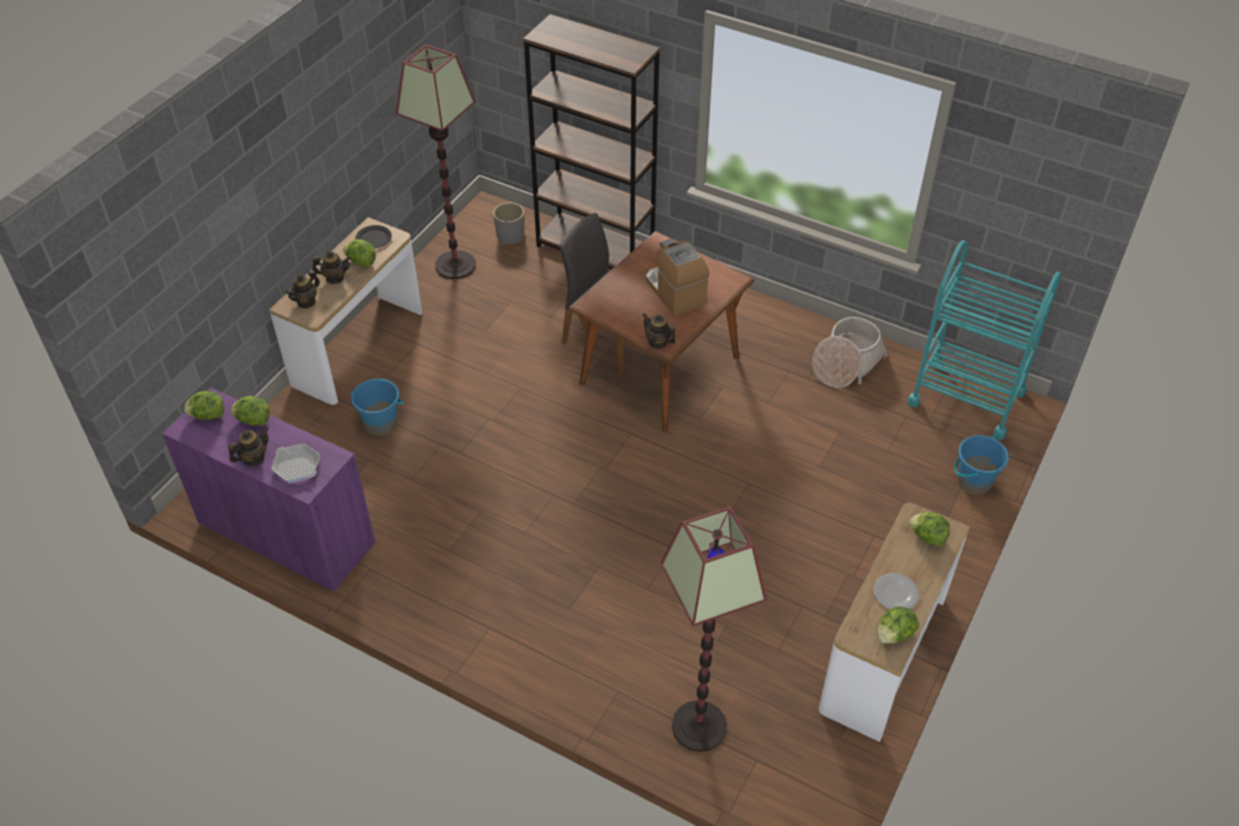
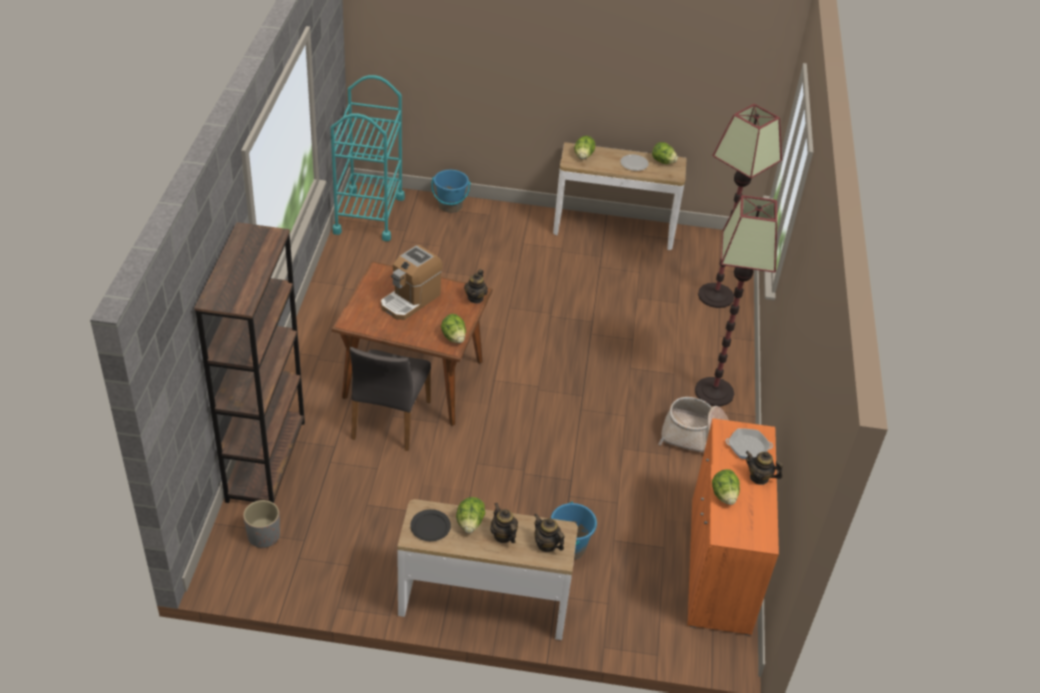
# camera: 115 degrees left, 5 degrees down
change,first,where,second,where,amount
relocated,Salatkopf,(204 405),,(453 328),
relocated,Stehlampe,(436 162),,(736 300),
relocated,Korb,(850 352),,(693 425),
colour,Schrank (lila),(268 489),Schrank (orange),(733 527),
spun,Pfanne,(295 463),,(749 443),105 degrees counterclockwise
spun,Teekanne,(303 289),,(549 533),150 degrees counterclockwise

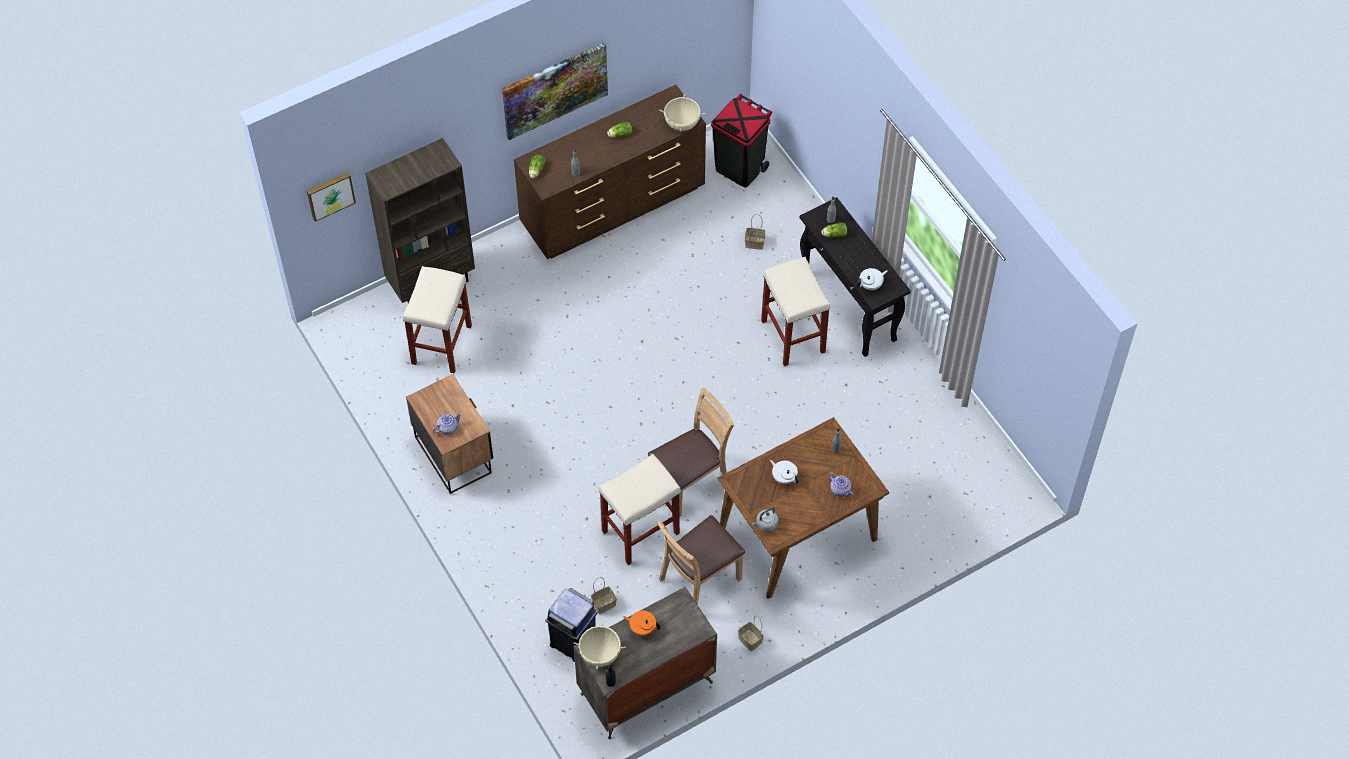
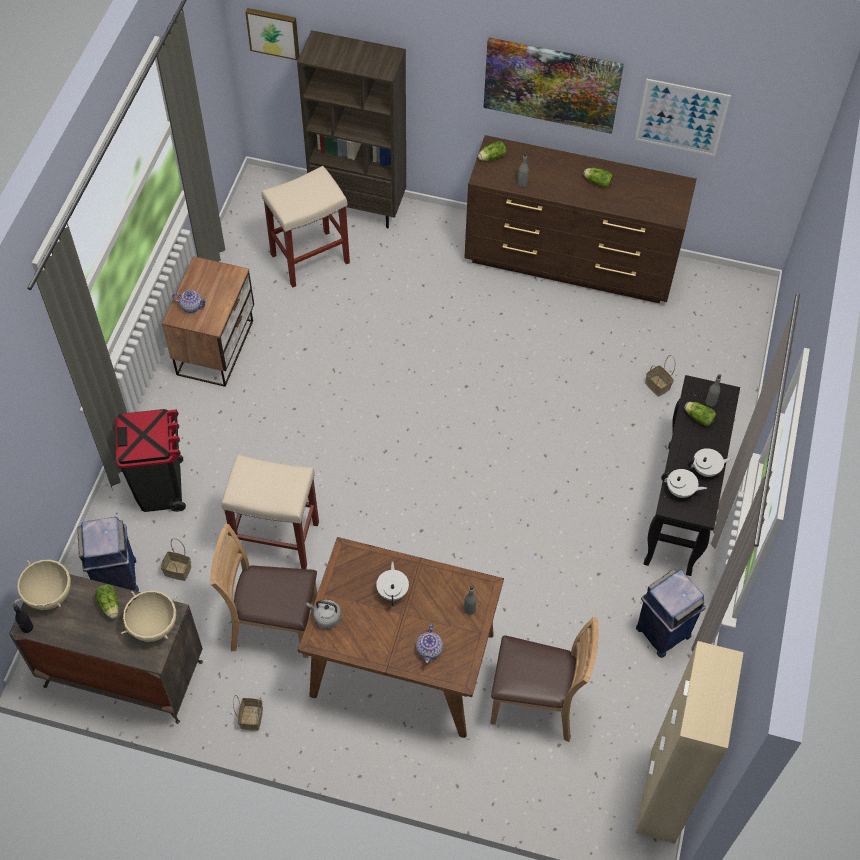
# camera: 45 degrees right, 0 degrees up
change,first,where,second,where,amount
missing,Hocker (beige),(796 311),,,
appeared,,,Bild,(683 117),
appeared,,,Schrank (beige),(689 742),
appeared,,,Mülleimer (blau),(670 613),
appeared,,,Teekanne (weiß),(710 462),
relocated,Stuhl (braun),(691 452),,(544 679),
relocated,Kochtopf (beige),(682 113),,(149 616),
relocated,Mülleimer (schwarz),(741 140),,(151 460),
exchanged,Teekanne (orange),(642 623),Salatkopf,(107 601),

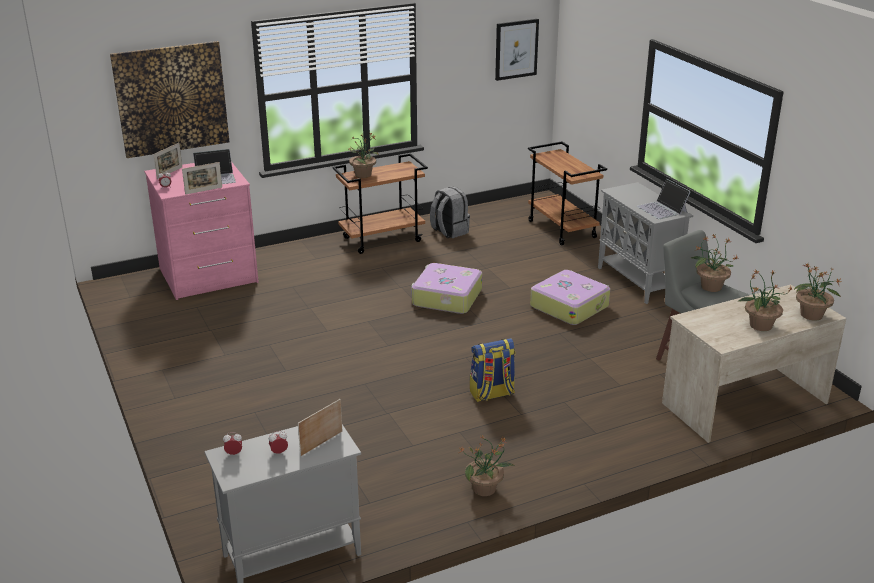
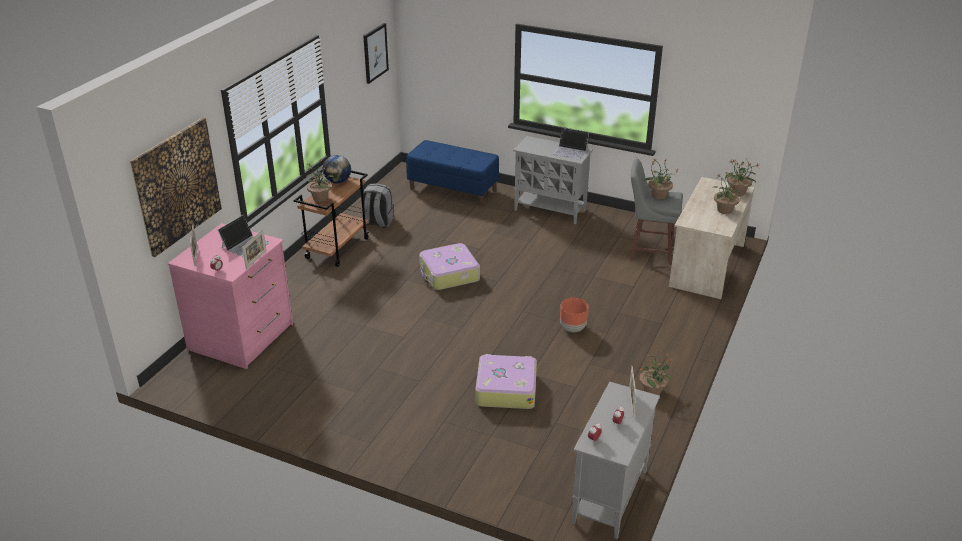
# camera: 40 degrees left, 5 degrees up
change,first,where,second,where,amount
appeared,,,Globus,(337 169),
relocated,Koffer,(570 297),,(506 381),
exchanged,Rucksack,(492 370),Pflanzkübel (braun),(574 315),
exchanged,Rollwagen (braun),(567 193),Bank (blau),(452 173),

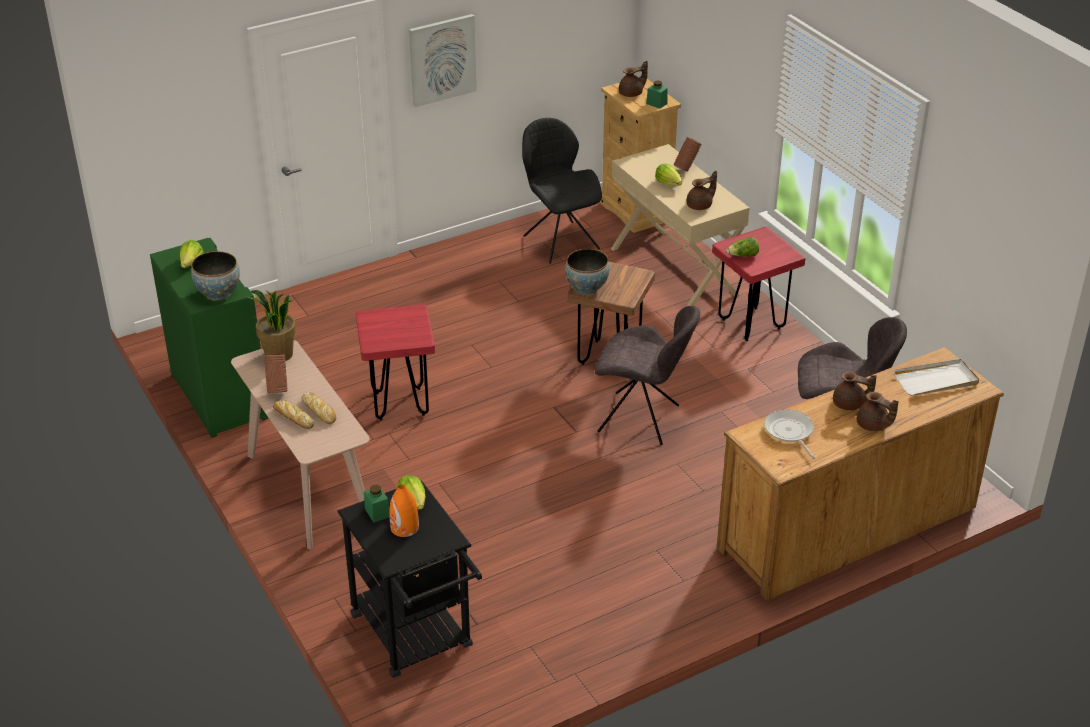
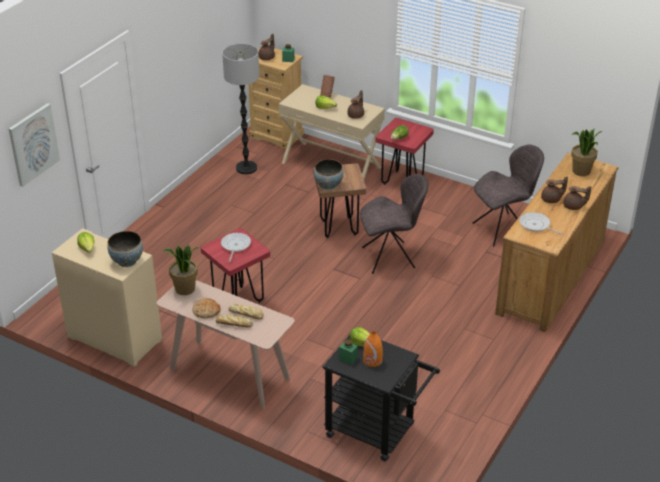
# camera: 30 degrees left, 0 degrees up
change,first,where,second,where,amount
appeared,,,Pfanne,(236 248),
relocated,Bild,(443 60),,(34 145),
exchanged,Vase (braun),(276 373),Brot,(206 308),
exchanged,Stuhl (schwarz),(562 191),Stehlampe,(240 109),
exchanged,Tablett (weiß),(936 377),Topfpflanze,(586 152),
colour,Schrank (grün),(209 338),Schrank (beige),(107 297),

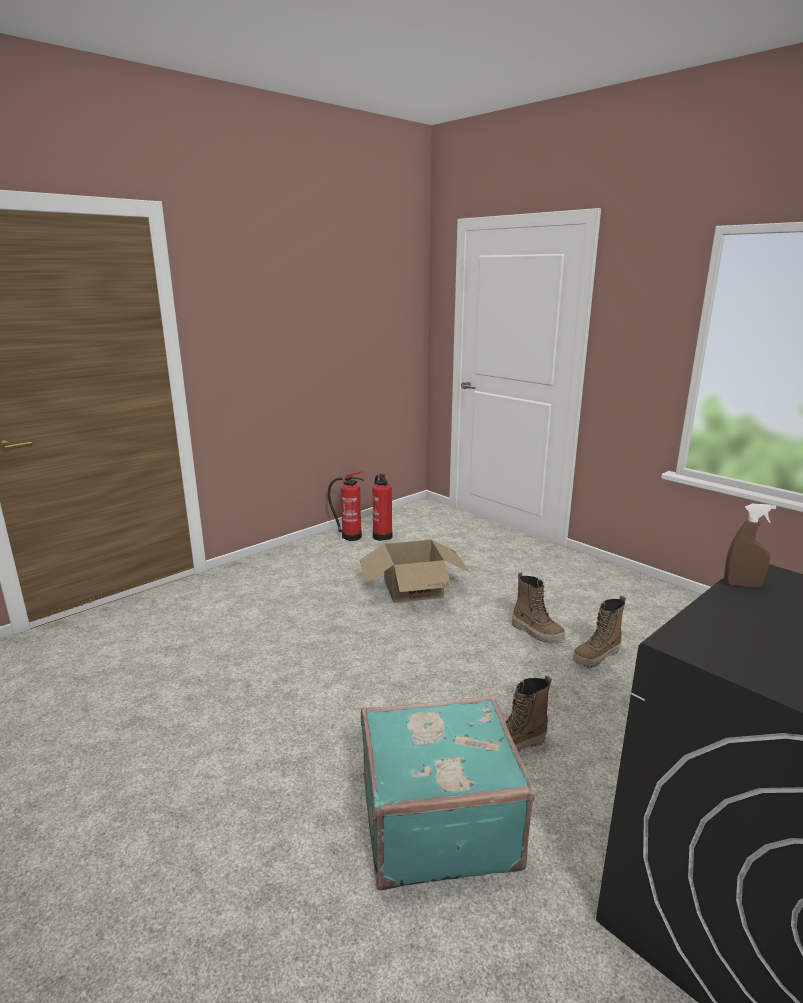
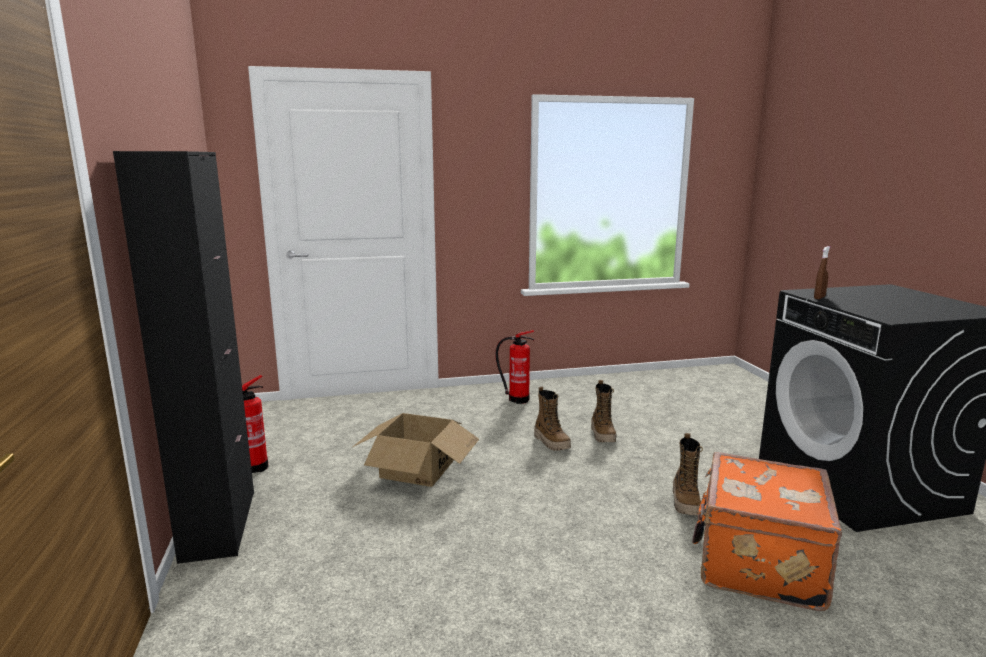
# camera: 60 degrees left, 5 degrees down
change,first,where,second,where,amount
appeared,,,Schrank (schwarz),(183 357),
relocated,Feuerlöscher,(382 507),,(514 367),
colour,Koffer (türkis),(448 792),Koffer (orange),(767 531),
spun,Stiefel,(538 608),,(552 419),75 degrees clockwise

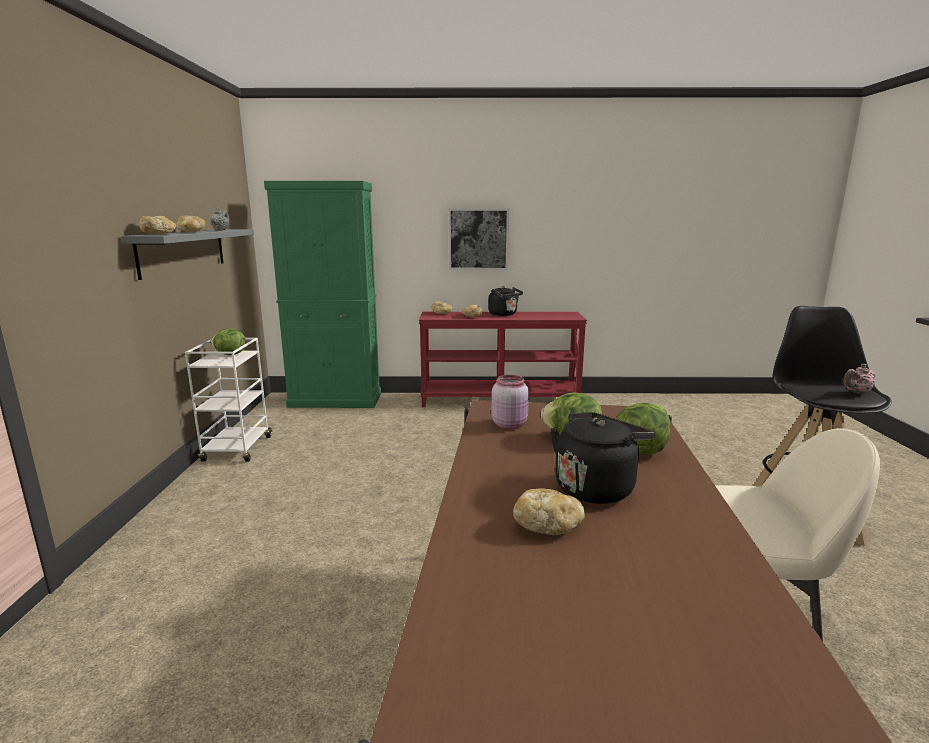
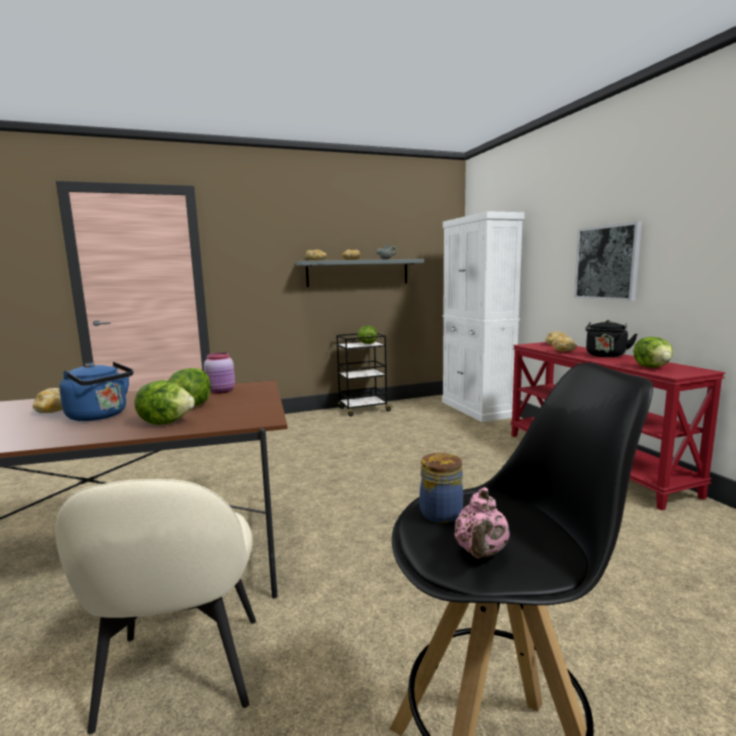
# camera: 70 degrees right, 5 degrees down
change,first,where,second,where,amount
appeared,,,Vorratsglas,(441 488),
appeared,,,Salatkopf,(653 352),
colour,Rollwagen (weiß),(228 400),Rollwagen (schwarz),(364 374),
colour,Schrank (grün),(322 294),Schrank (weiß),(483 316),
colour,Wasserkessel (schwarz),(603 458),Wasserkessel (blau),(96 391),
spun,Teekanne (rosa),(859 379),,(482 523),120 degrees counterclockwise

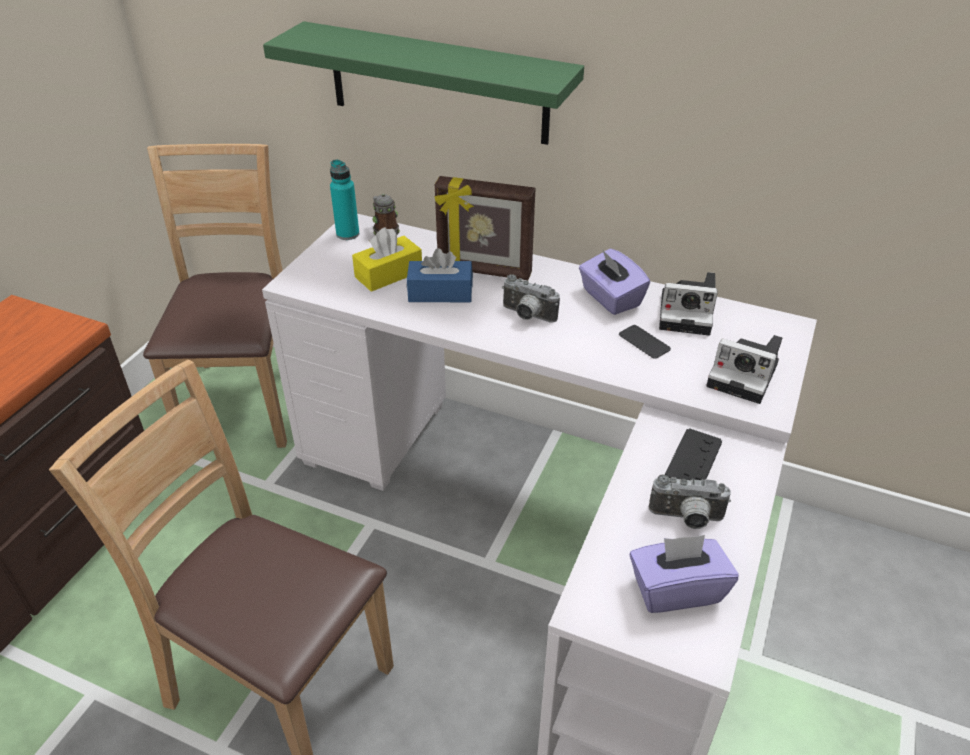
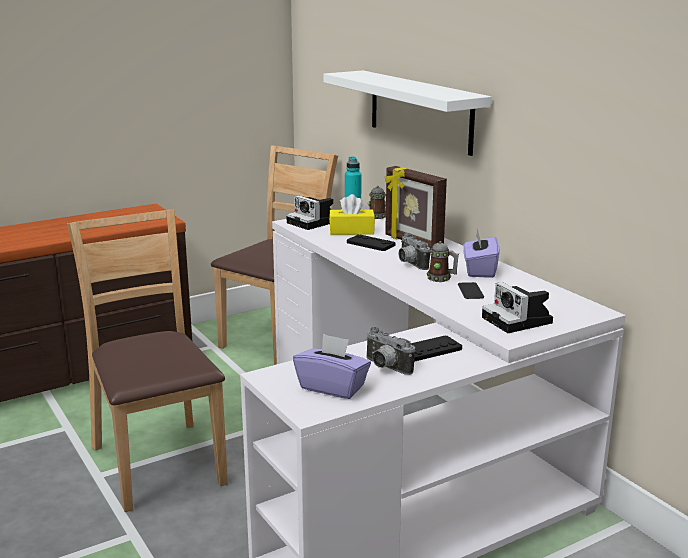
# camera: 35 degrees right, 20 degrees down
change,first,where,second,where,amount
appeared,,,Henkelbecher,(443 261),
relocated,Kamera,(688 304),,(309 212),
exchanged,Taschentuchbox (blau),(440 275),Gamepad (schwarz),(371 243),
colour,Wandregal (grün),(423 83),Wandregal (weiß),(407 113),

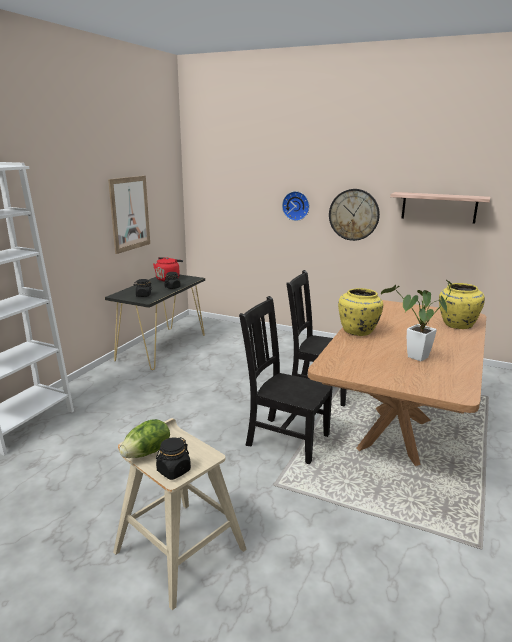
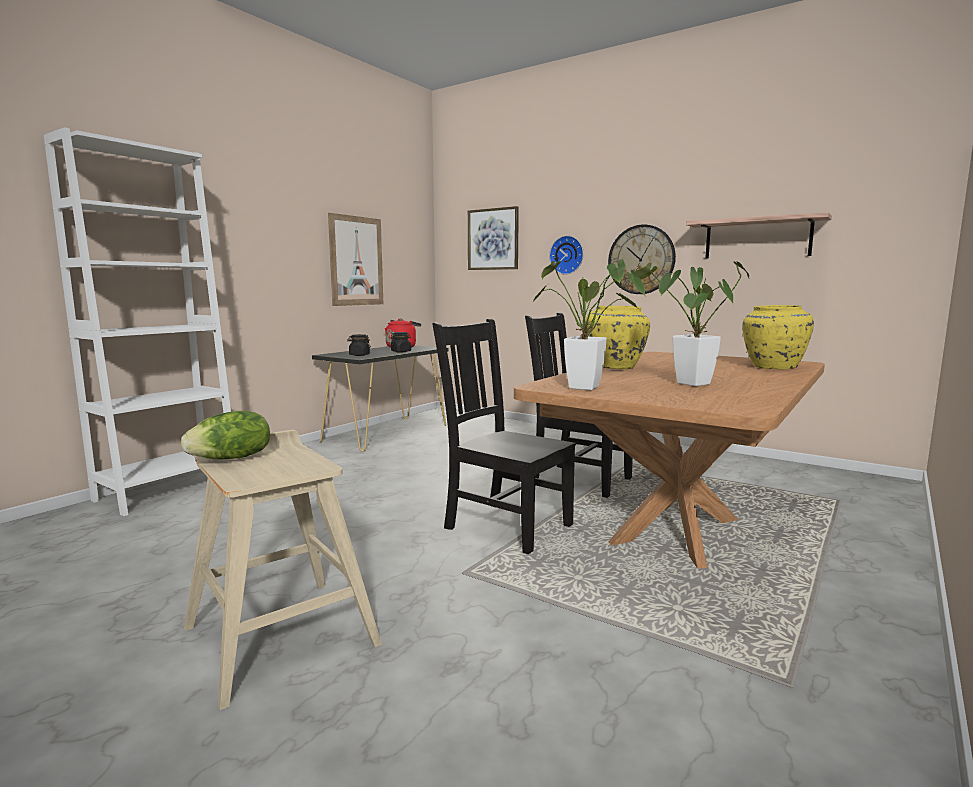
# camera: 10 degrees right, 10 degrees down
change,first,where,second,where,amount
missing,Vorratsglas (schwarz),(173 458),,,
appeared,,,Bild,(493 238),
appeared,,,Topfpflanze,(589 324),

